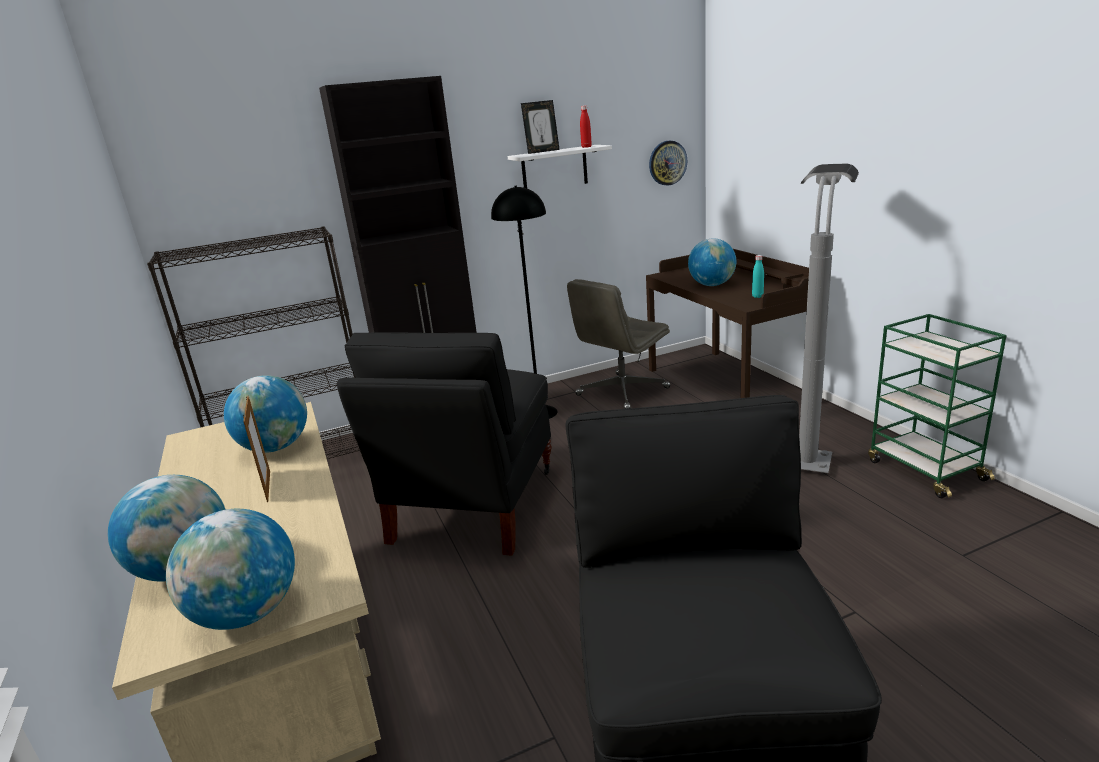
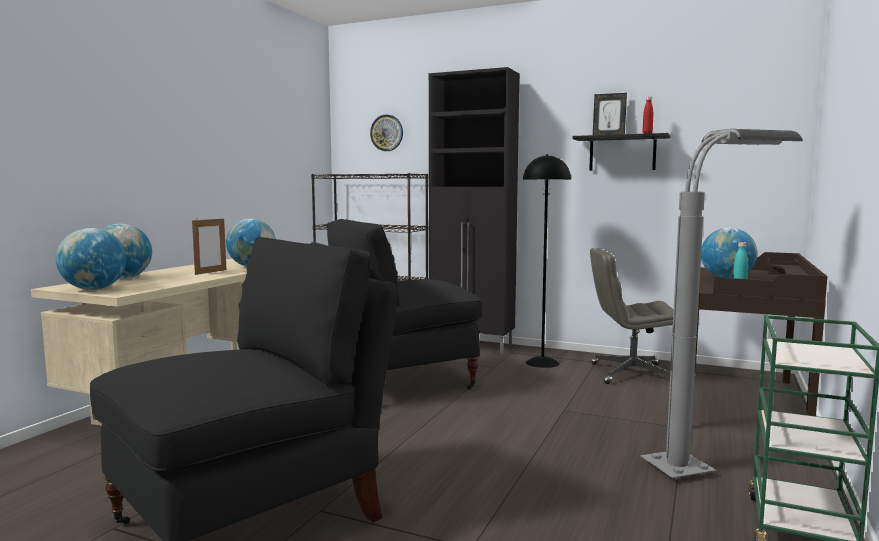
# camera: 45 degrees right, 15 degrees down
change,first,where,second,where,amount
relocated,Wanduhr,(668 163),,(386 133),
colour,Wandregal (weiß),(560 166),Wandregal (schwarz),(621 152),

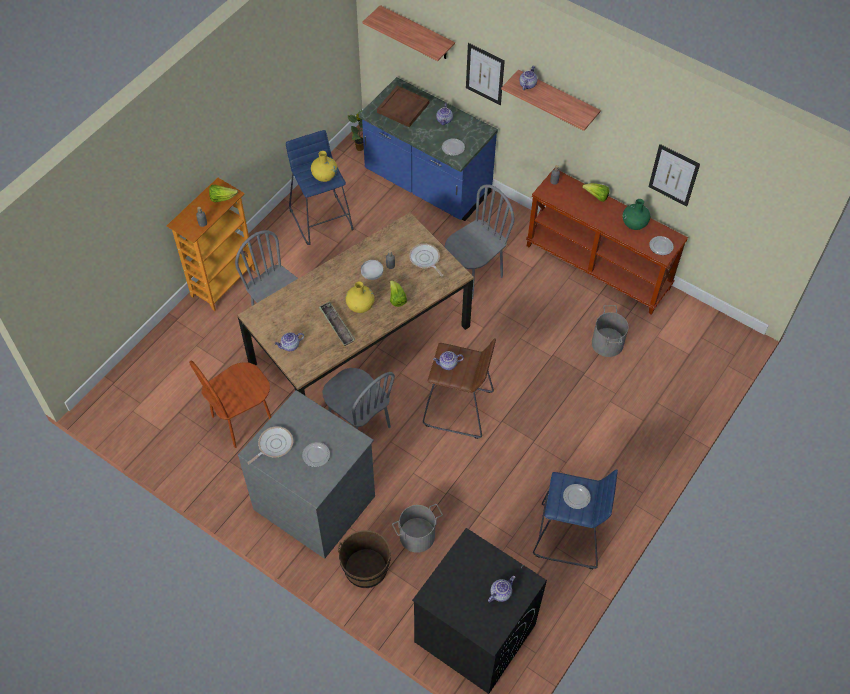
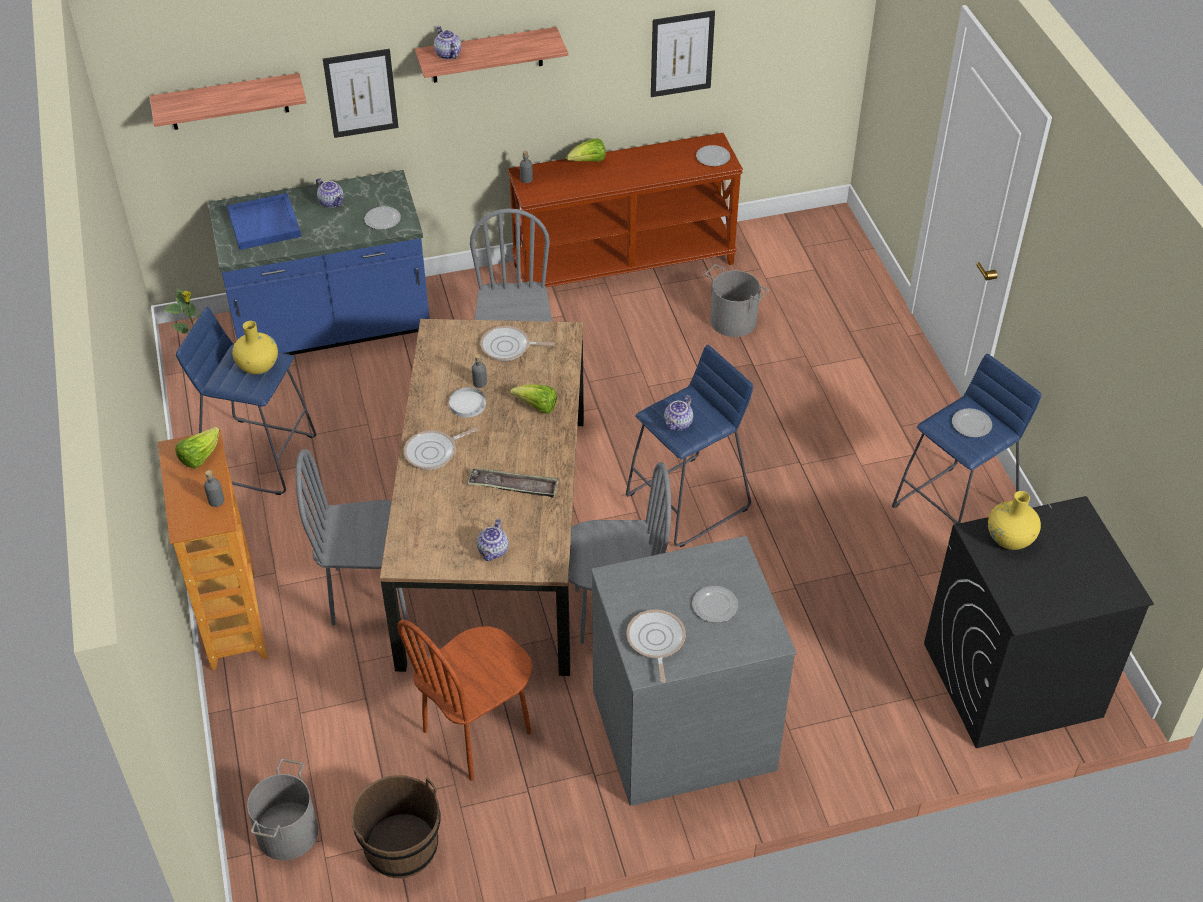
# camera: 50 degrees left, 10 degrees down
change,first,where,second,where,amount
missing,Teekanne,(501 589),,,
missing,Vase (grün),(636 214),,,
appeared,,,Pfanne,(440 449),
relocated,Eimer (braun),(364 559),,(395 826),
relocated,Vase (gelb),(360 297),,(1014 520),
relocated,Eimer (grau),(417 528),,(282 809),
colour,Tablett (braun),(403 106),Tablett (blau),(264 221),
colour,Hocker (braun),(459 388),Hocker (blau),(689 446),
spun,Stuhl (braun),(230 404),,(465 700),45 degrees clockwise

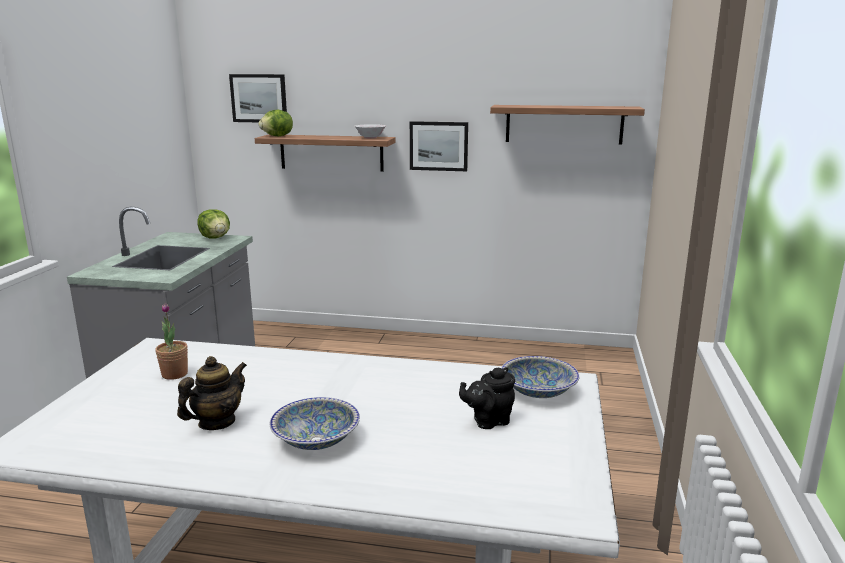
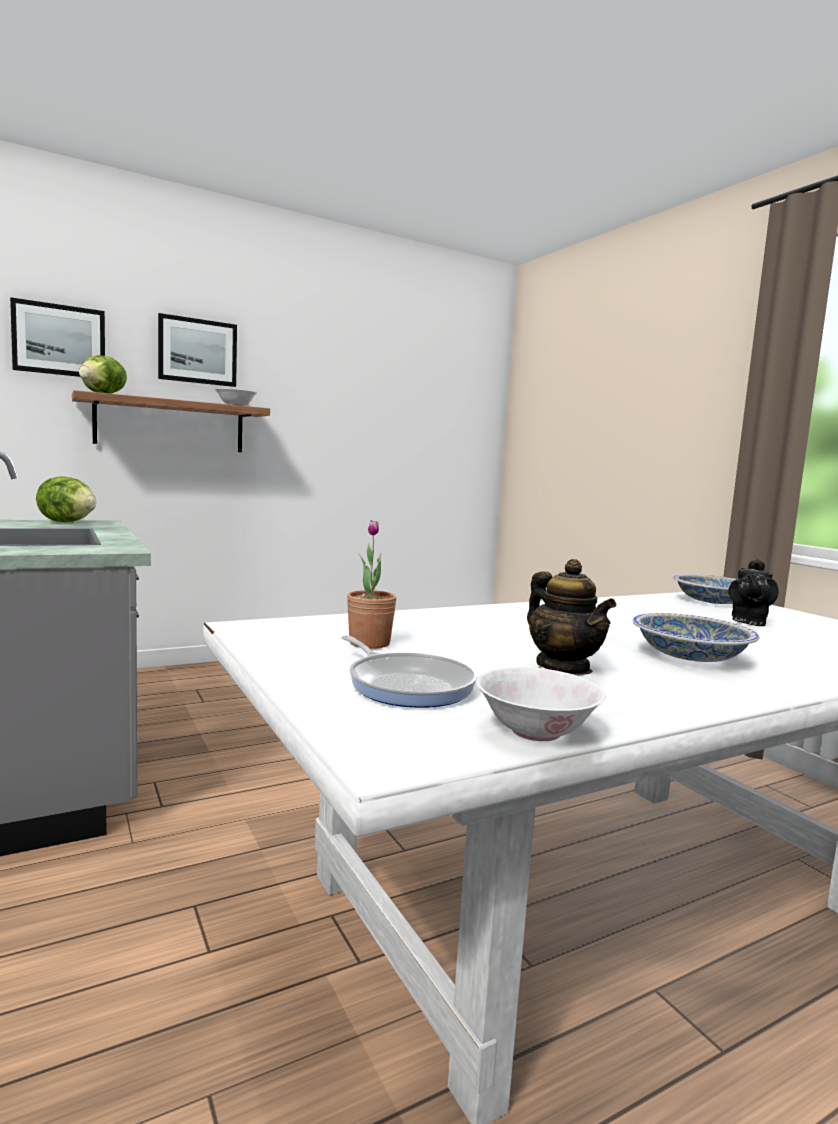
# camera: 40 degrees left, 10 degrees down
change,first,where,second,where,amount
missing,Wandregal,(567 125),,,
appeared,,,Pfanne,(409 671),
appeared,,,Schüssel (weiß),(541 704),
relocated,Bild,(439 146),,(197 350),
spun,Teekanne,(212 393),,(571 617),150 degrees clockwise

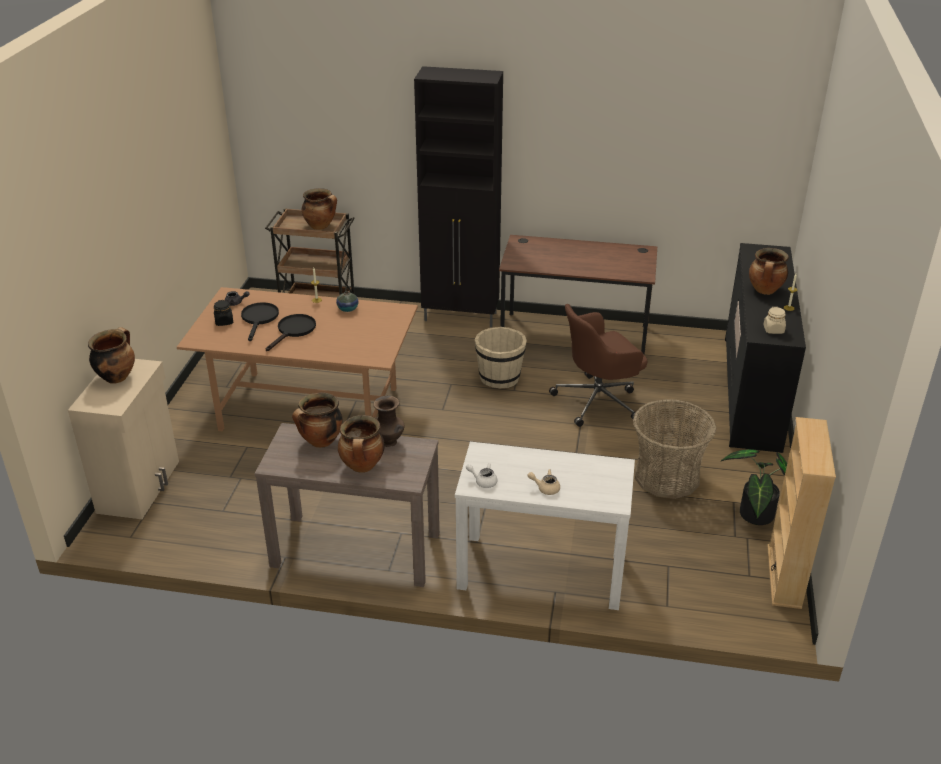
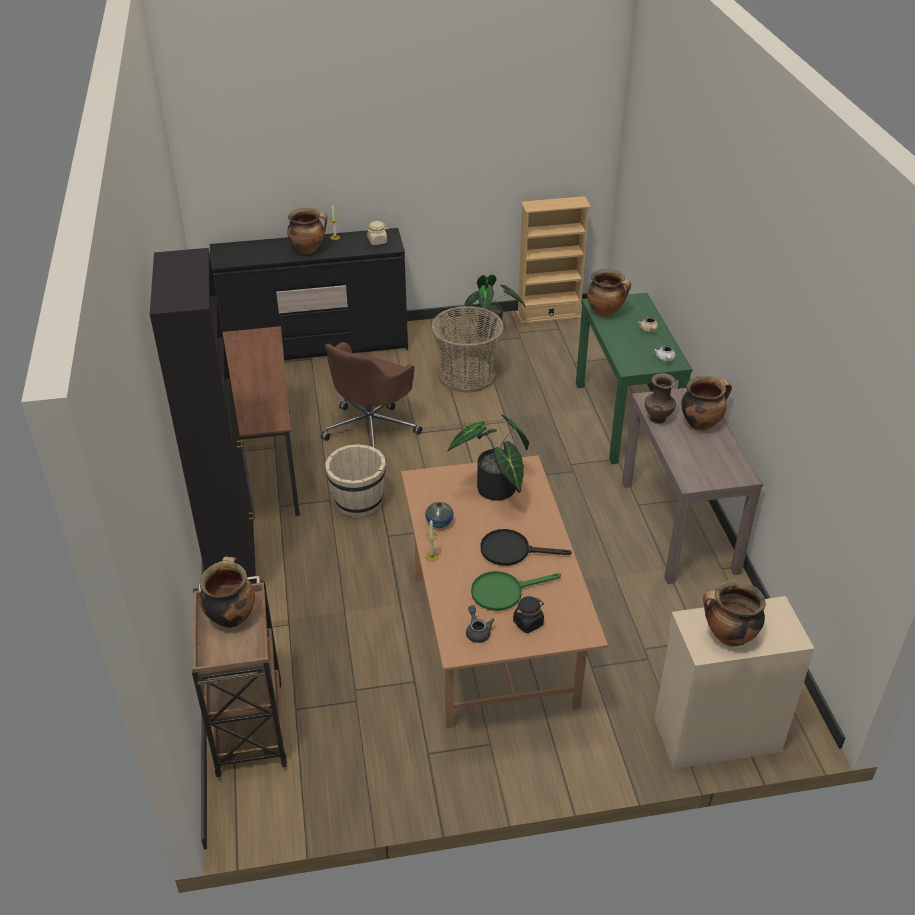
# camera: 110 degrees left, 5 degrees up
change,first,where,second,where,amount
appeared,,,Topfpflanze,(488 457),
relocated,Kochtopf,(317 420),,(609 293),
colour,Pfanne (schwarz),(260 321),Pfanne (grün),(516 591),
colour,Konsolentisch (weiß),(545 526),Konsolentisch (grün),(634 378),
spun,Bürostuhl (braun),(598 365),,(371 395),75 degrees clockwise

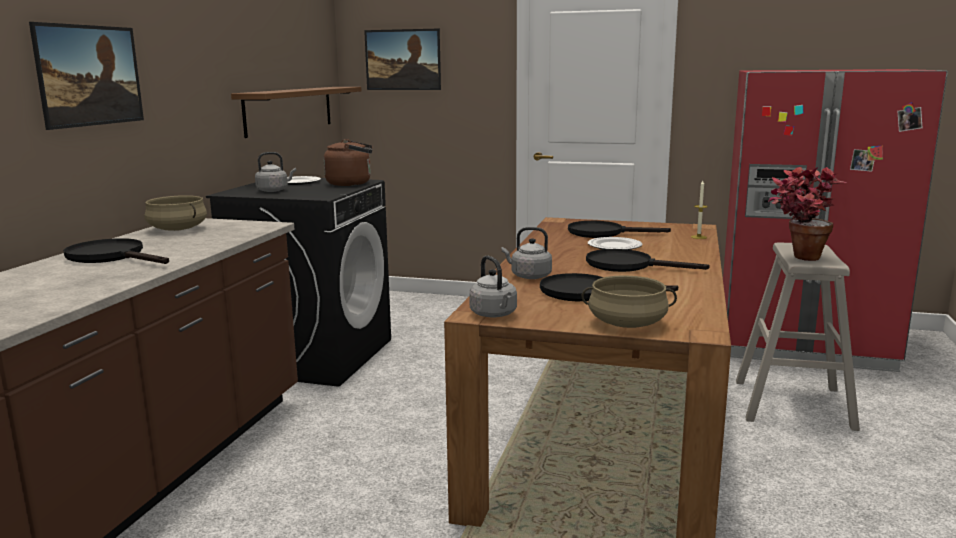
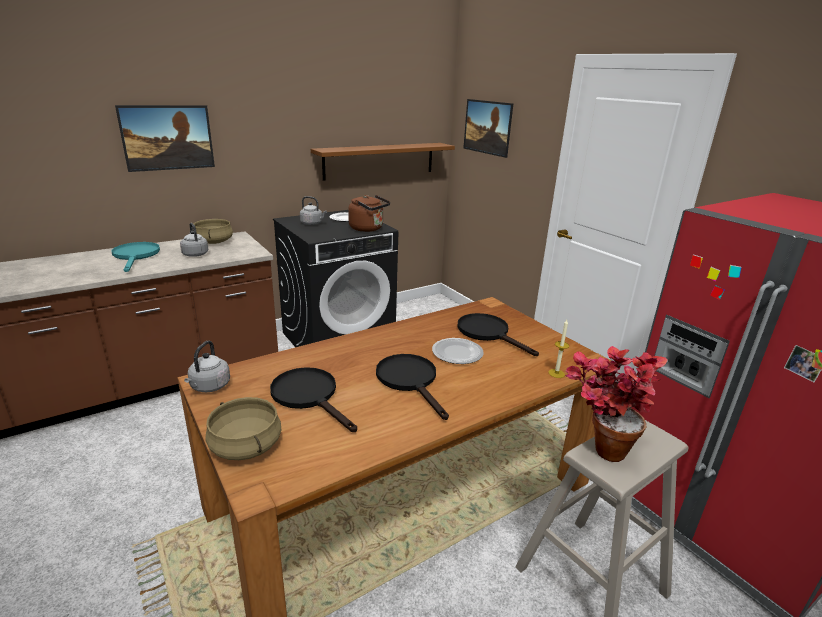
# camera: 40 degrees right, 10 degrees up
change,first,where,second,where,amount
relocated,Wasserkessel (grau),(527 253),,(194 240),
colour,Pfanne (schwarz),(116 251),Pfanne (türkis),(135 257),

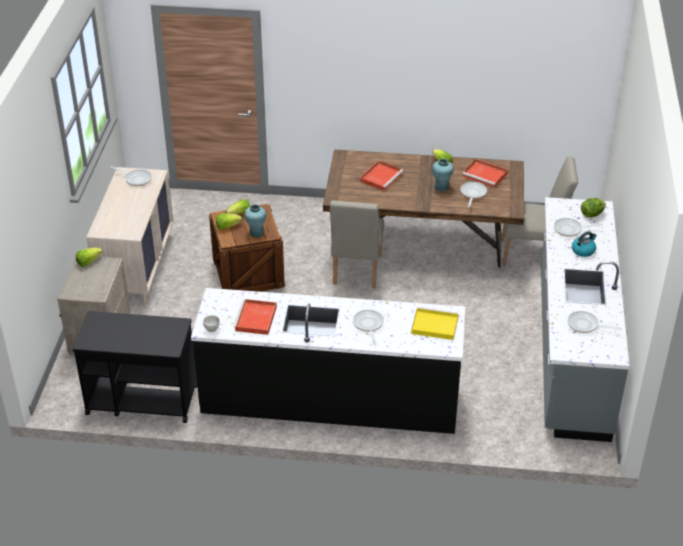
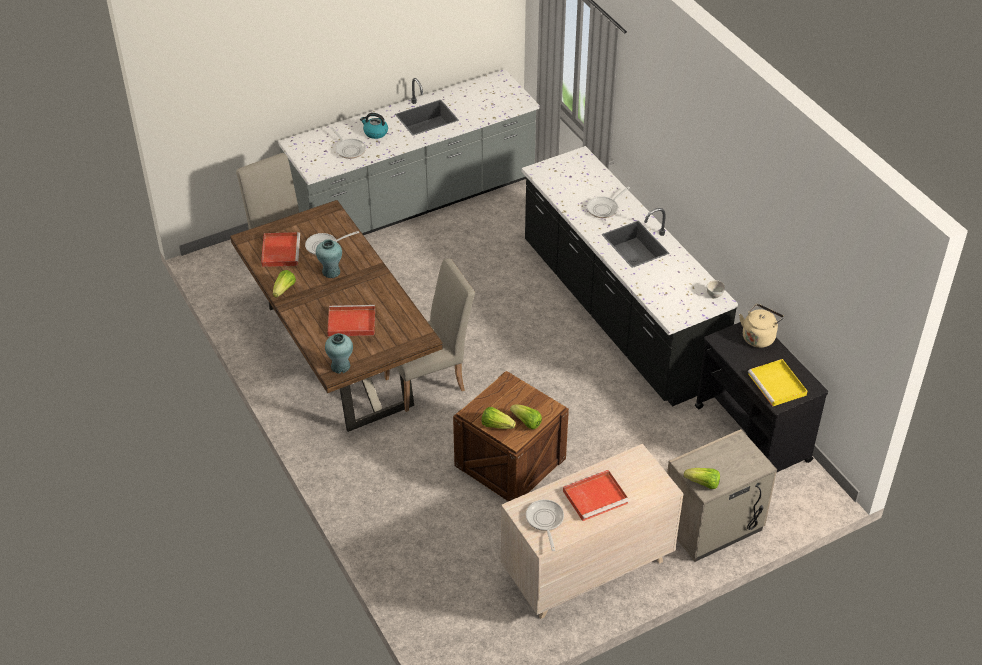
# camera: 125 degrees left, 5 degrees up
change,first,where,second,where,amount
missing,Pfanne,(594 322),,,
missing,Salatkopf,(593 208),,,
appeared,,,Wasserkessel (beige),(761 326),
relocated,Tablett (rot),(255 317),,(596 495),
relocated,Vase (türkis),(255 221),,(339 353),
relocated,Tablett (gelb),(435 323),,(777 383),

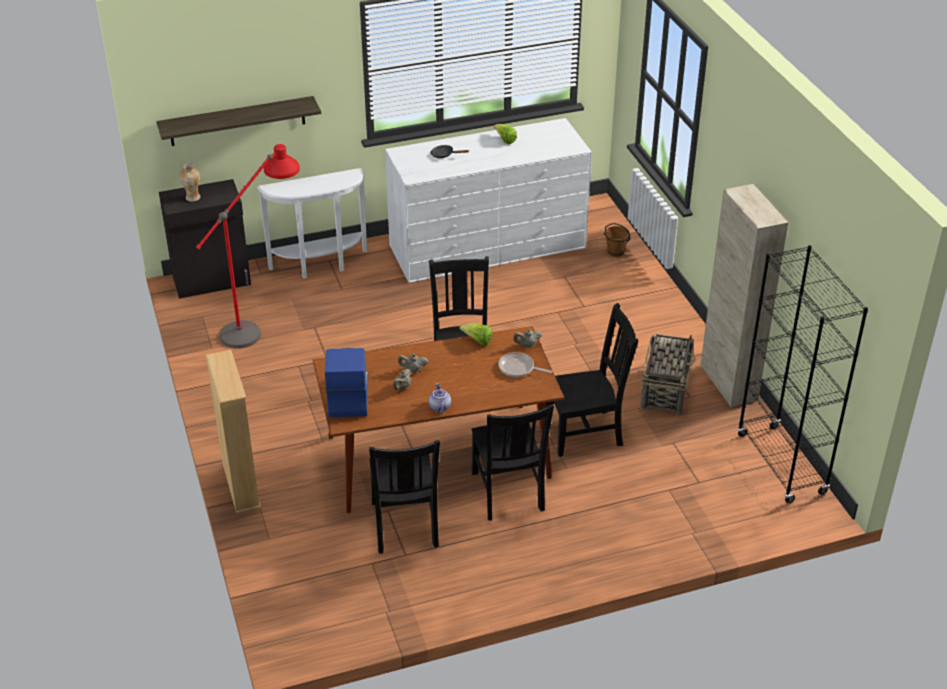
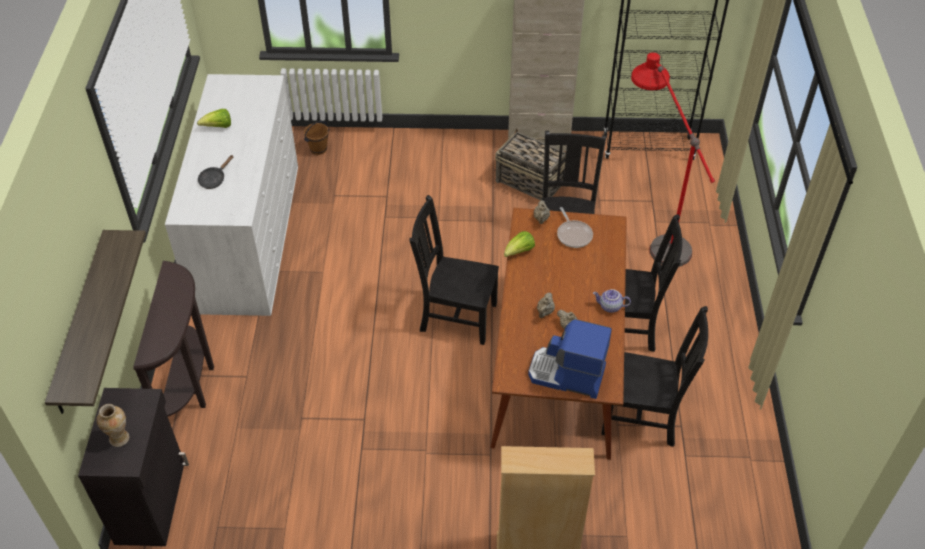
# camera: 70 degrees left, 10 degrees up
change,first,where,second,where,amount
relocated,Stehlampe (rot),(248 246),,(673 159),
colour,Konsolentisch (weiß),(312 223),Konsolentisch (braun),(173 338),
spun,Pfanne,(525 364),,(575 227),60 degrees counterclockwise

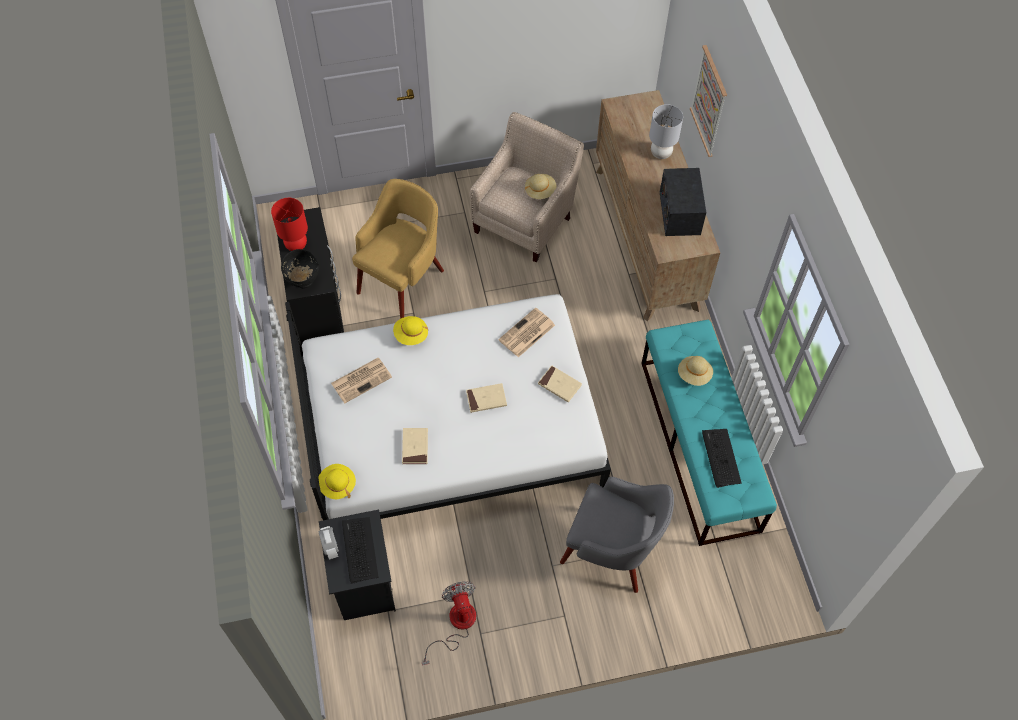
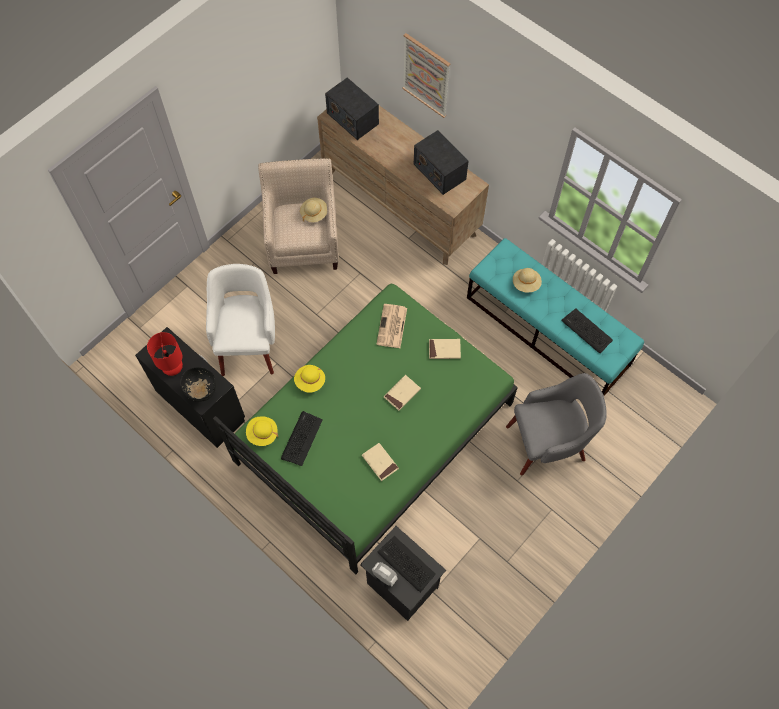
# camera: 35 degrees left, 5 degrees up
change,first,where,second,where,amount
missing,Ventilator,(449 623),,,
missing,Tischlampe (grau),(666 131),,,
appeared,,,Radio,(352 108),
relocated,Hut (gelb),(337 481),,(262 431),
exchanged,Zeitung,(361 380),Tastatur,(302 438),
colour,Bett (weiß),(448 407),Bett (grün),(365 429),
colour,Sessel (gelb),(398 249),Sessel (weiß),(240 320),

